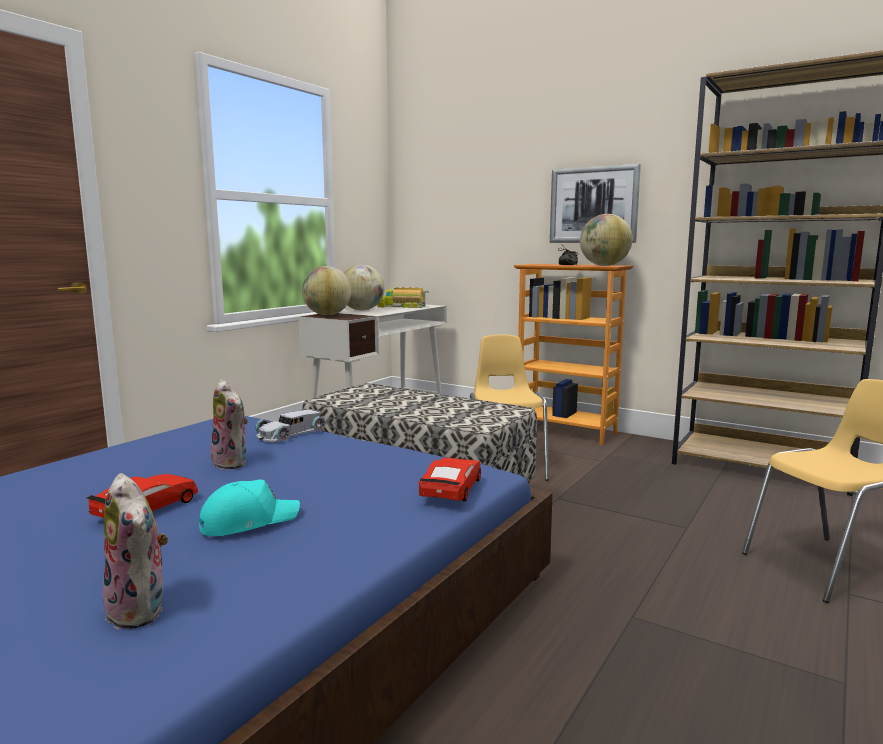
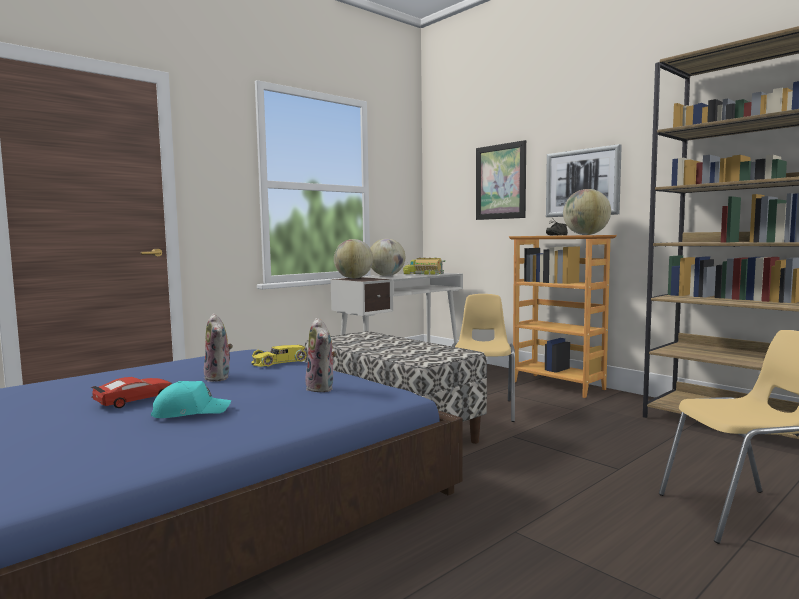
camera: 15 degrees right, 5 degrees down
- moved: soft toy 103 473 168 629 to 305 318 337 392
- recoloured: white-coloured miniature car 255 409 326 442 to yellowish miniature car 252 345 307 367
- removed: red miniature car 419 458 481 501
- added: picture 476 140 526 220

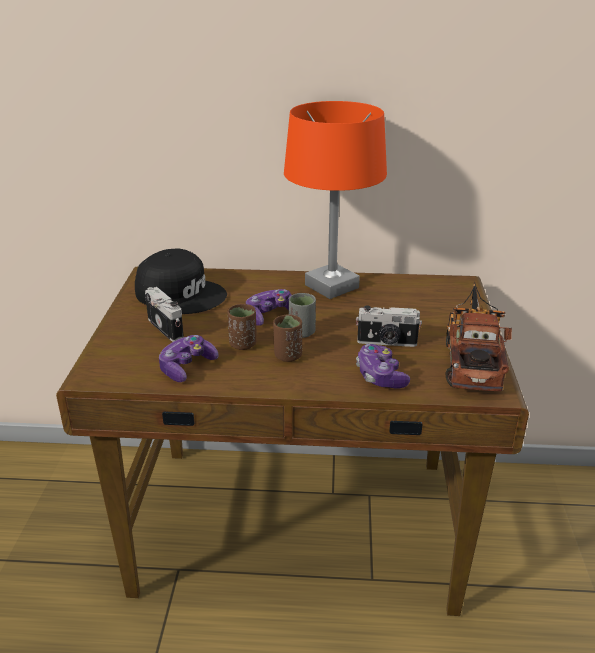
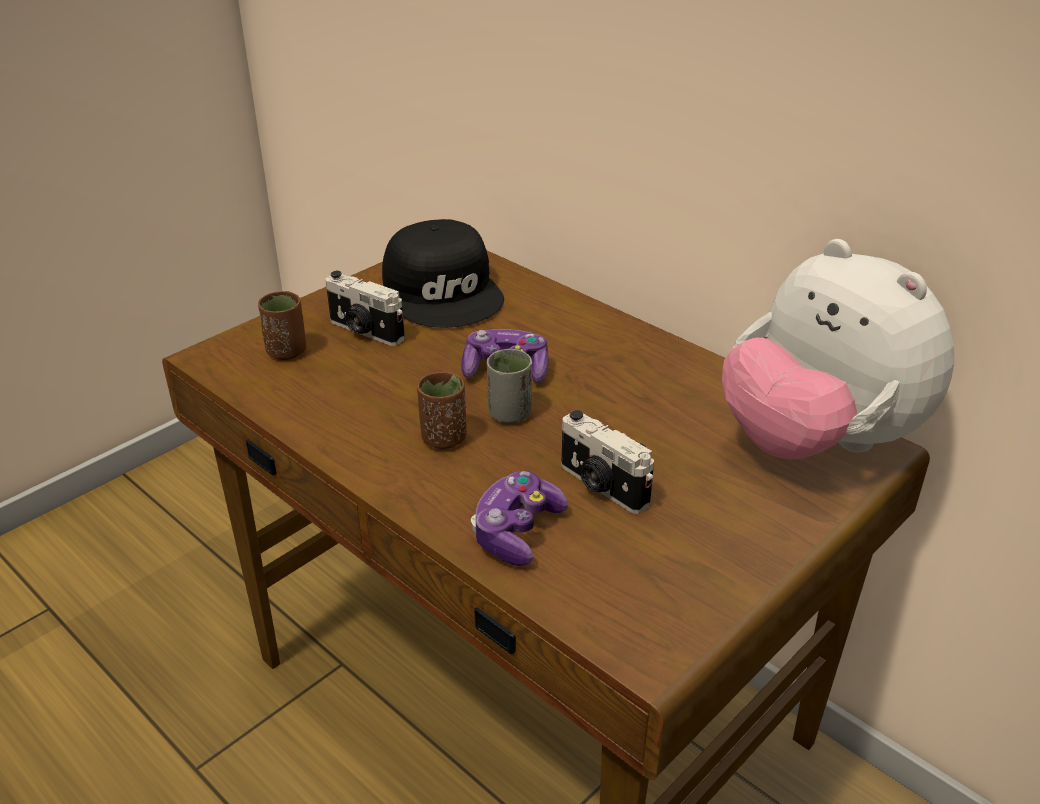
camera: 40 degrees right, 5 degrees up
- turned: still camera 145 287 184 342 = 325 271 405 346 120 degrees clockwise
- removed: gamepad 159 335 218 382
- moved: brown small cup 228 304 256 350 to 258 291 306 360
- removed: orangey lamp for a table 284 101 387 299
- removed: model truck 446 282 512 391
- added: soft toy 722 239 954 459

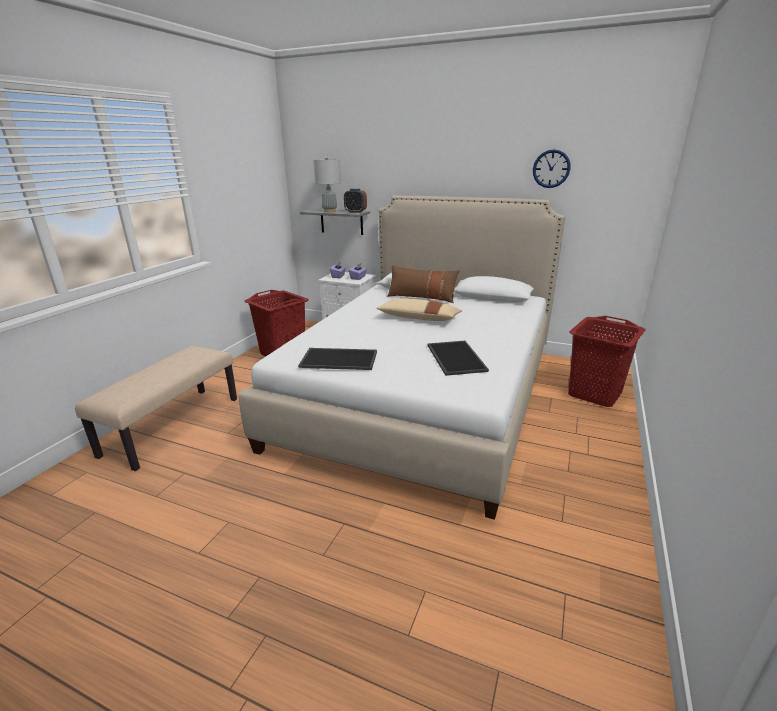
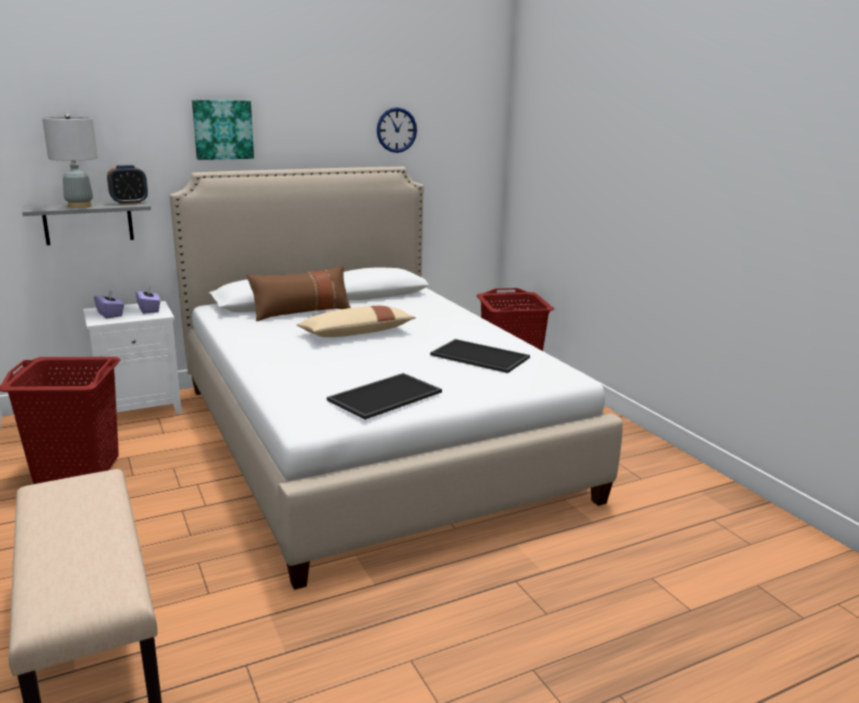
camera: 50 degrees left, 5 degrees down
- added: picture 192 100 254 160

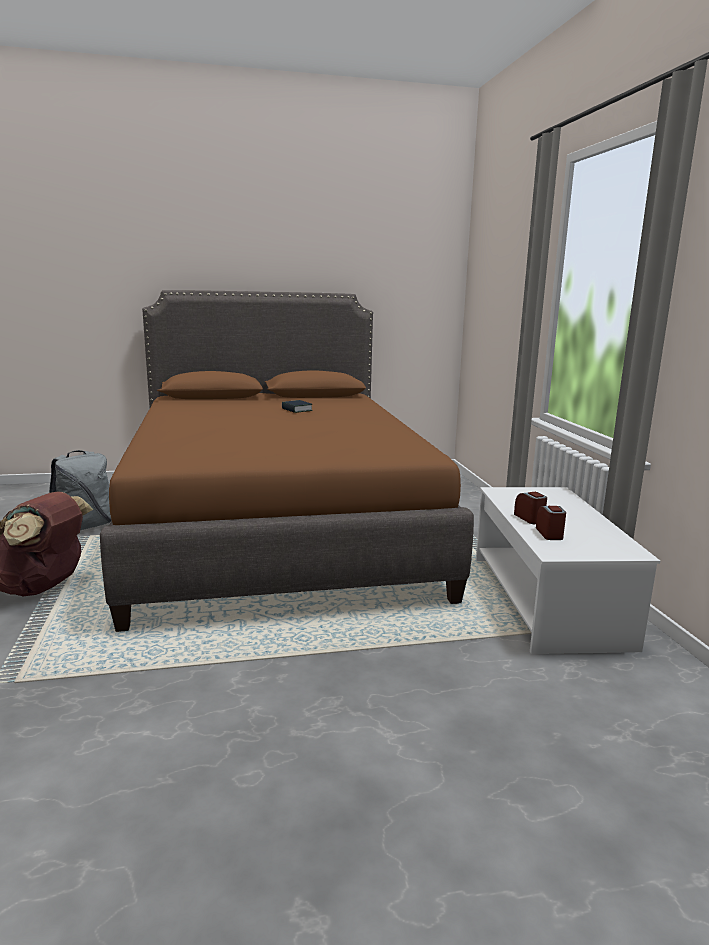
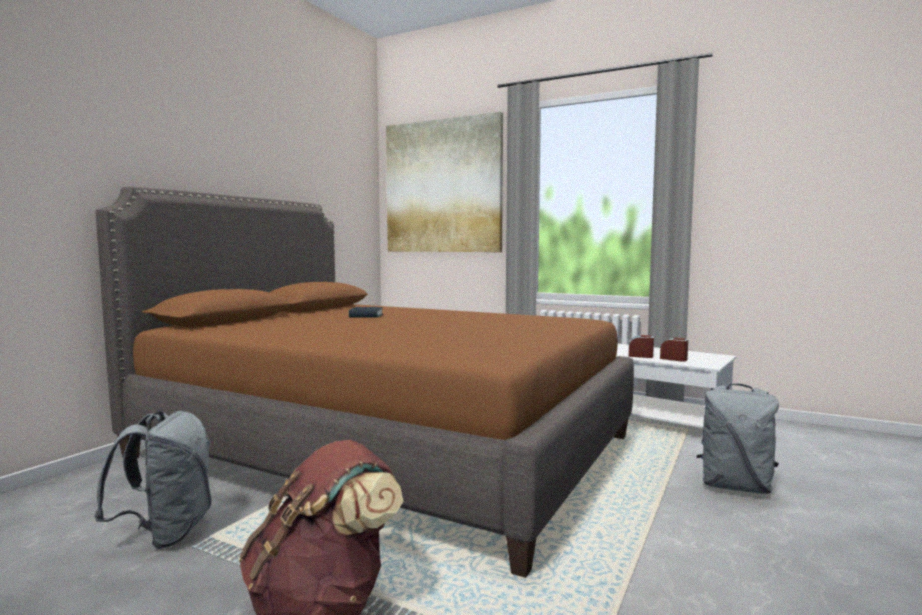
camera: 50 degrees left, 10 degrees down
- added: picture 386 112 503 252
- added: greyish rucksack 697 384 779 494

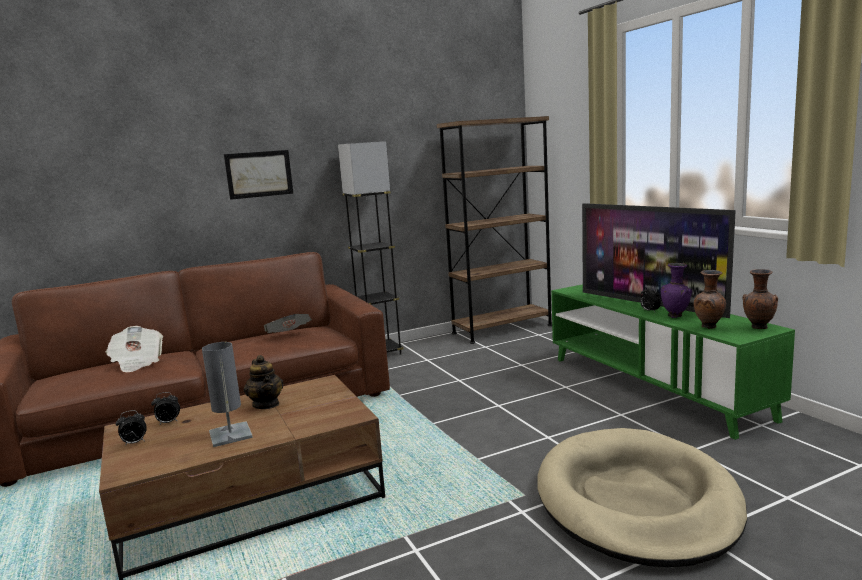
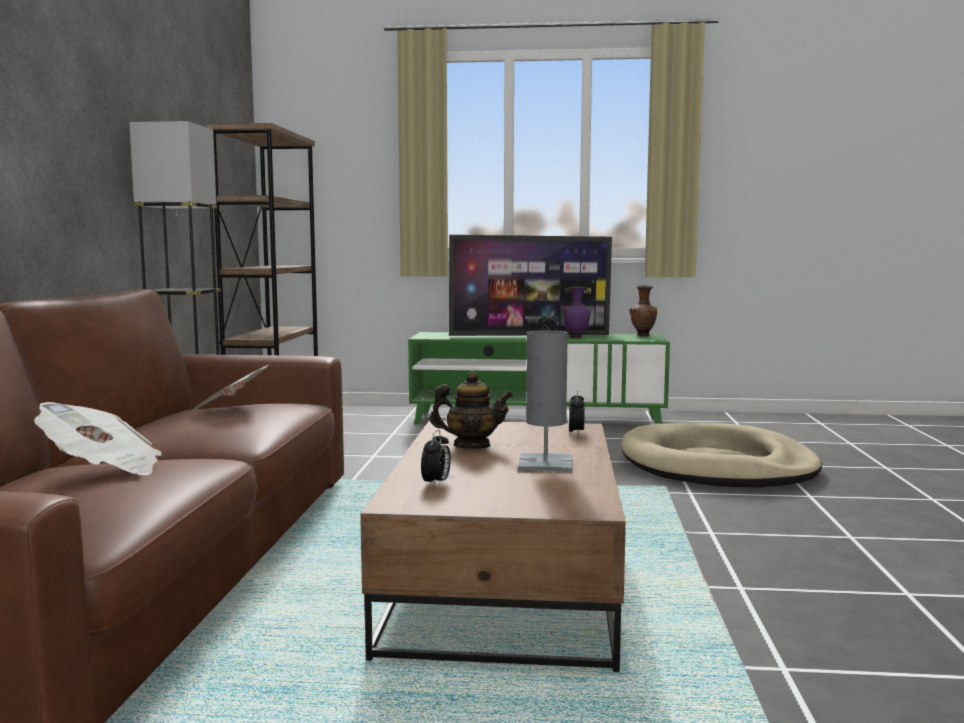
camera: 60 degrees left, 5 degrees down
- moved: bedside clock 116 410 147 446 to 569 390 585 433
- removed: picture 224 150 293 200
- removed: brown decorative vase 694 270 726 329

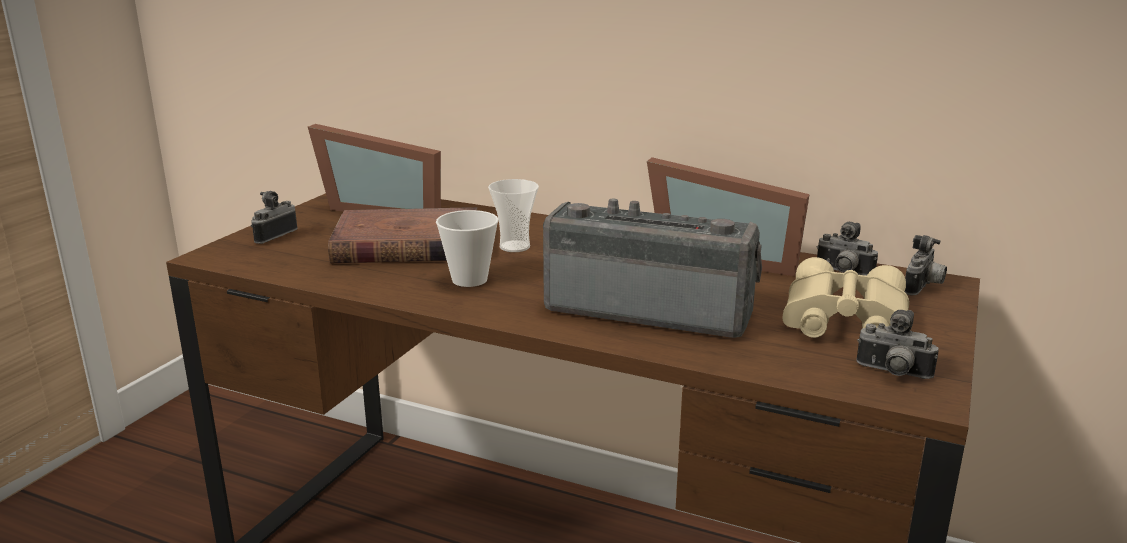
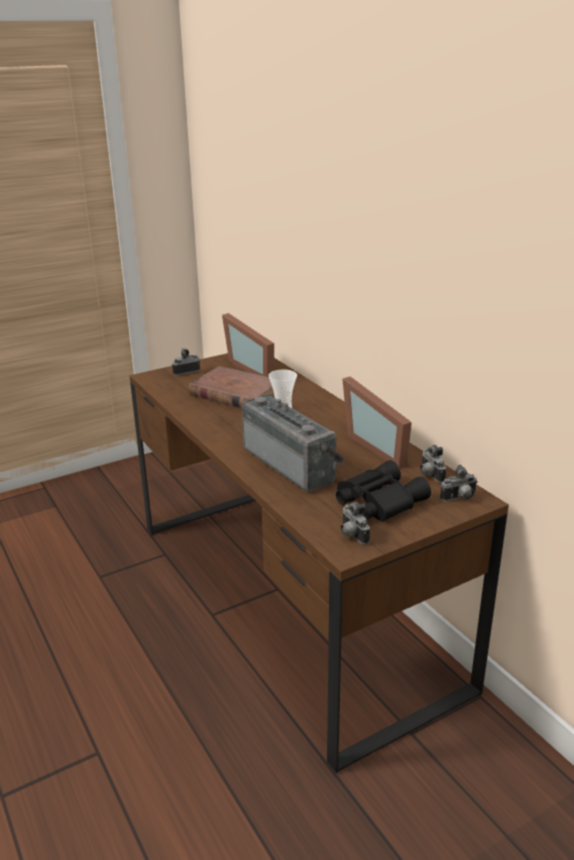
camera: 35 degrees right, 5 degrees up
- removed: small cup 436 210 499 287
- recoloured: sand-coloured field glasses 783 257 909 338 to black-coloured field glasses 336 460 431 522

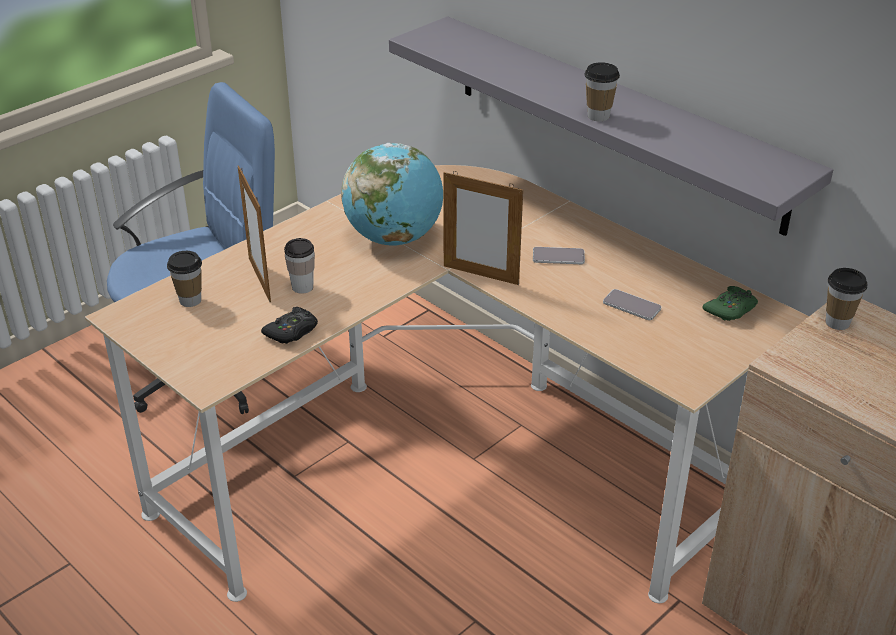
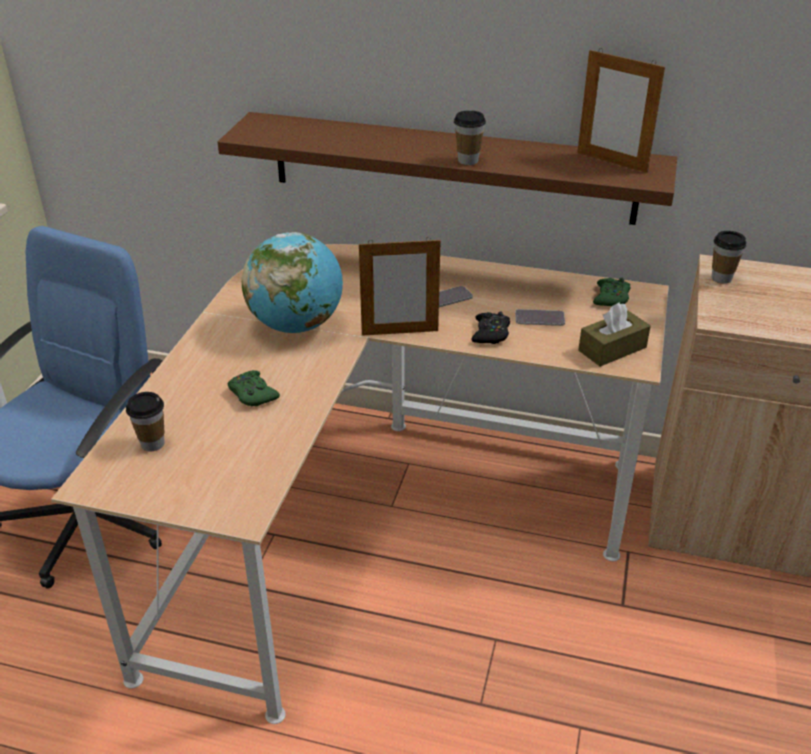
camera: 30 degrees left, 0 degrees up
- moved: photo frame 238 166 271 302 to 577 48 665 173
- moved: black-coloured gamepad 261 307 318 344 to 471 311 510 344
- replaced: small cup 284 238 315 294 to green-coloured gamepad 228 370 280 406
- recoloured: greyish shelf 389 16 833 236 to brown shelf 218 112 677 225
- added: brown tissue holder 578 302 651 367

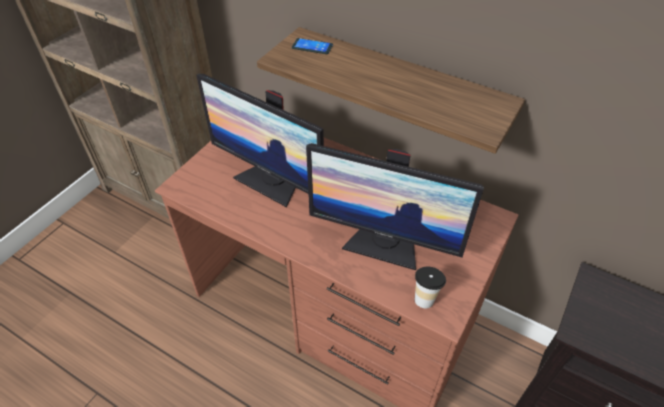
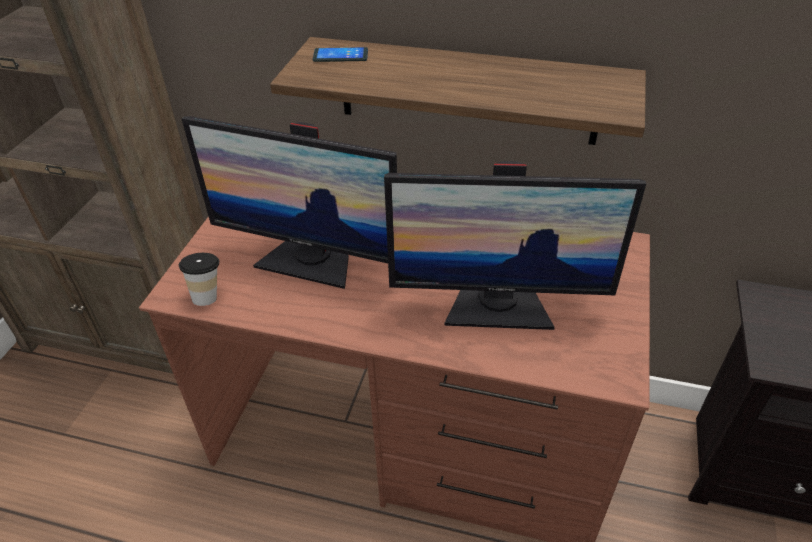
camera: 15 degrees left, 5 degrees down
- moved: small cup 415 266 446 308 to 179 253 219 306

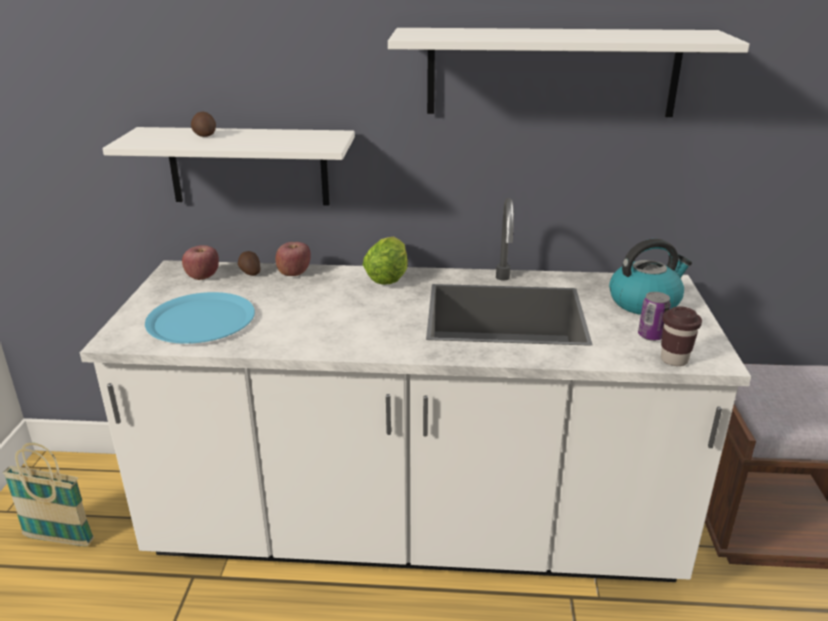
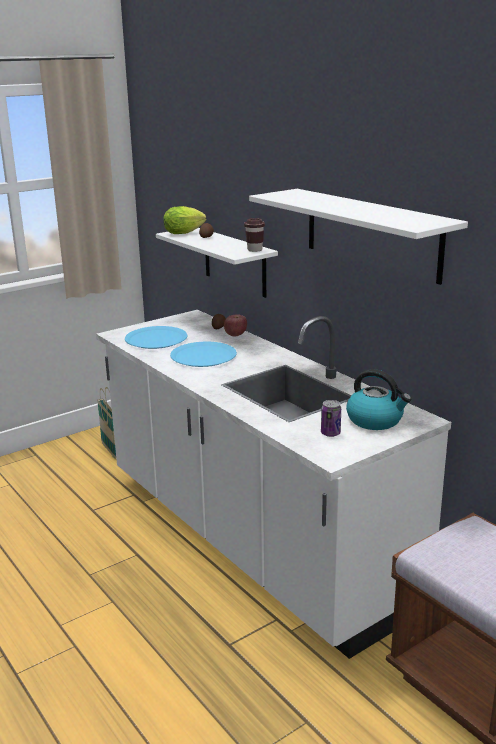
camera: 50 degrees right, 5 degrees down
- removed: apple 182 245 219 280
- moved: lettuce head 363 236 407 285 to 163 206 206 234
- moved: brown small cup 661 306 702 366 to 244 218 265 252
- added: blue-coloured plate 170 342 237 367

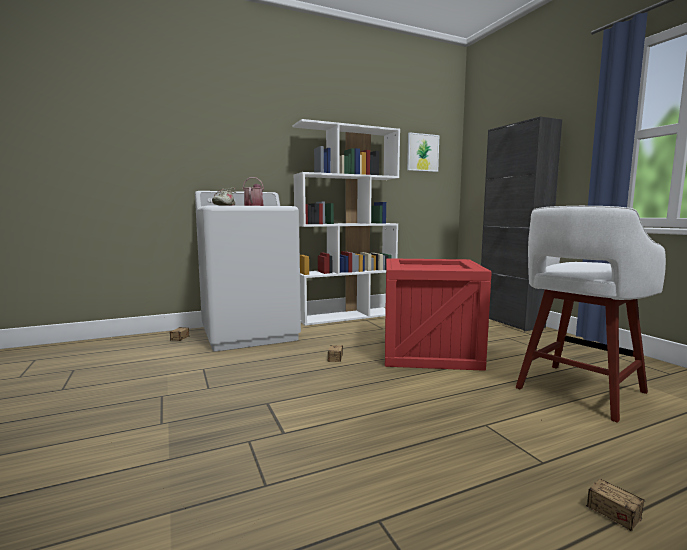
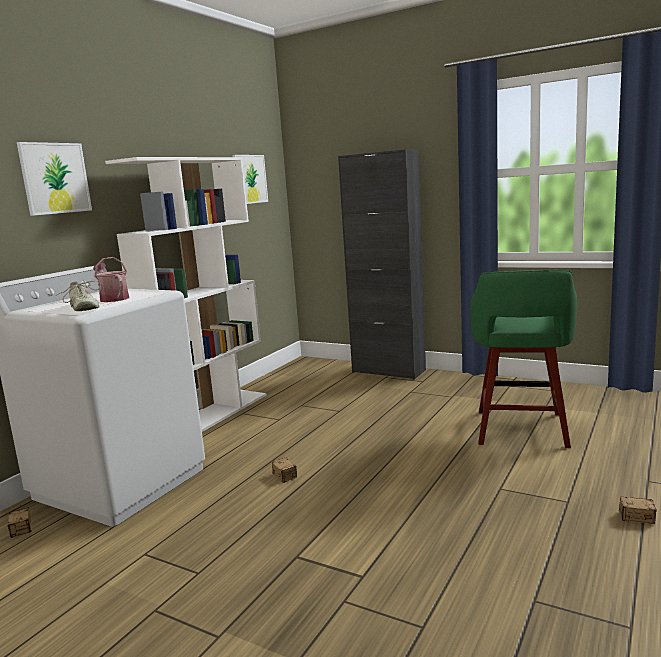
camera: 35 degrees left, 5 degrees up
- removed: shipping crate 385 258 492 371
- recoloured: white-coloured stool 515 206 666 423 to green-coloured stool 471 270 577 448
- added: picture 17 142 92 216

